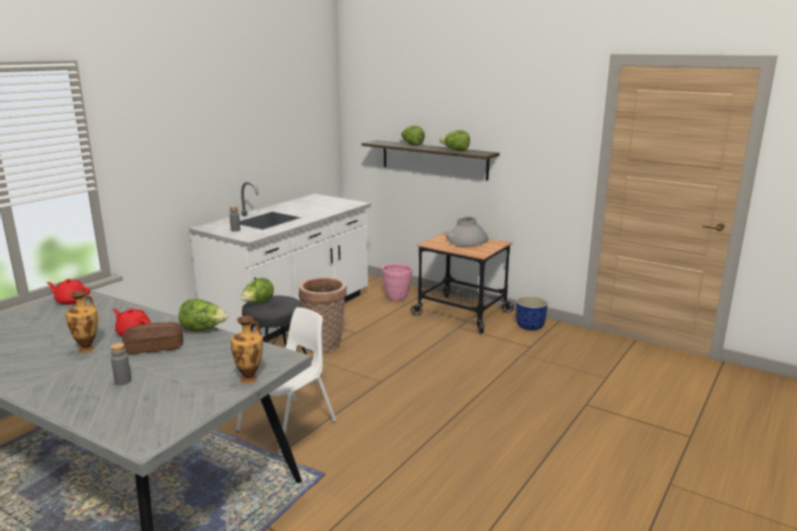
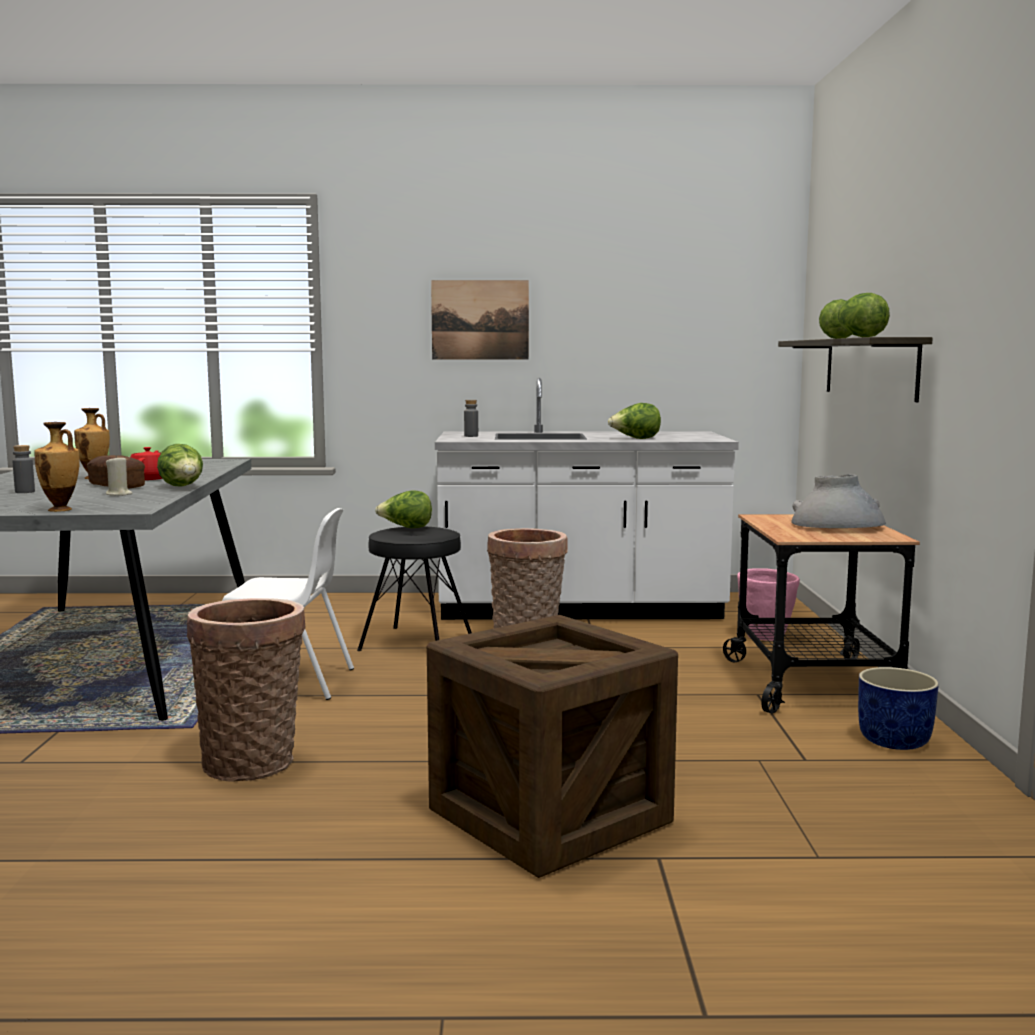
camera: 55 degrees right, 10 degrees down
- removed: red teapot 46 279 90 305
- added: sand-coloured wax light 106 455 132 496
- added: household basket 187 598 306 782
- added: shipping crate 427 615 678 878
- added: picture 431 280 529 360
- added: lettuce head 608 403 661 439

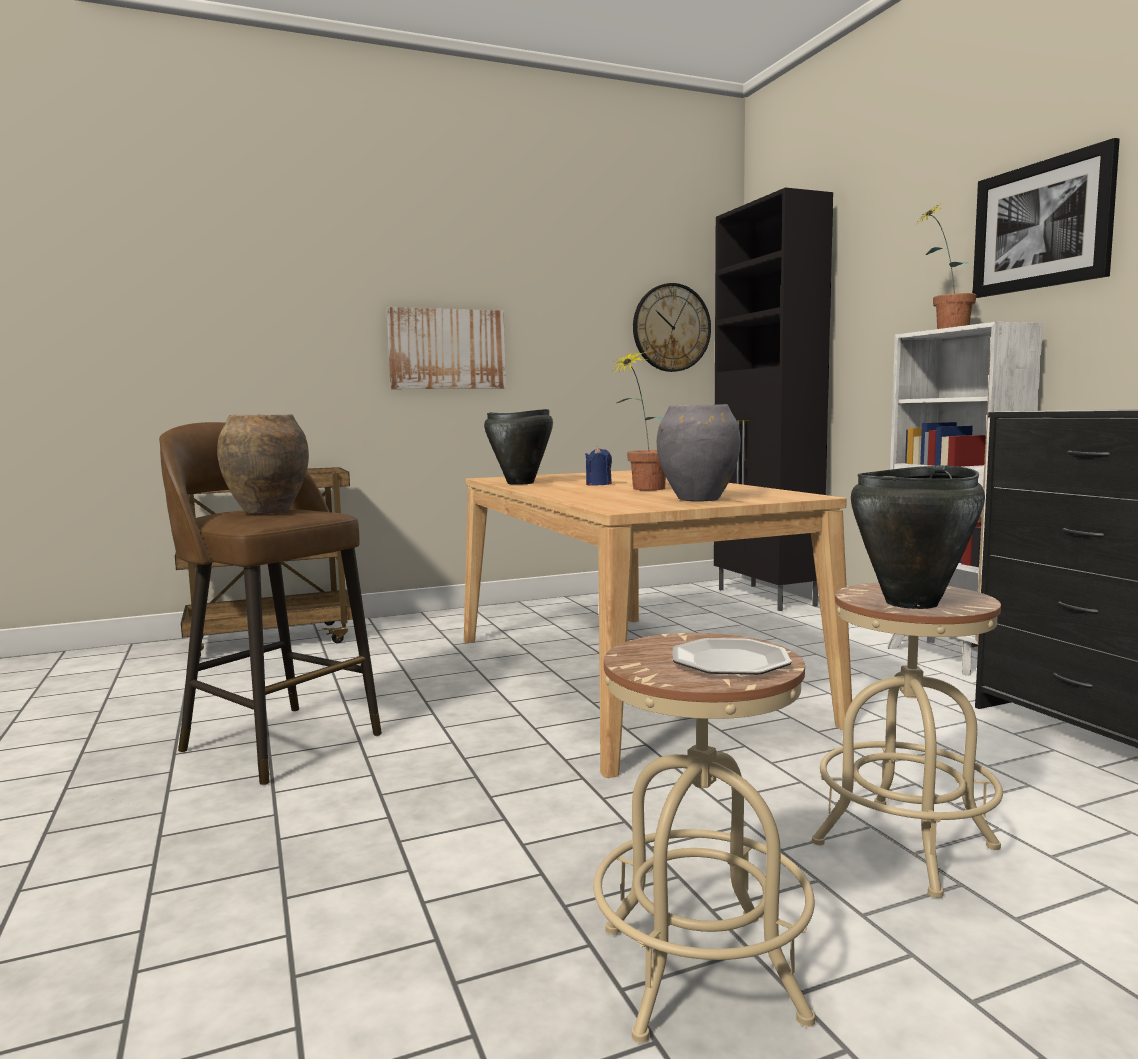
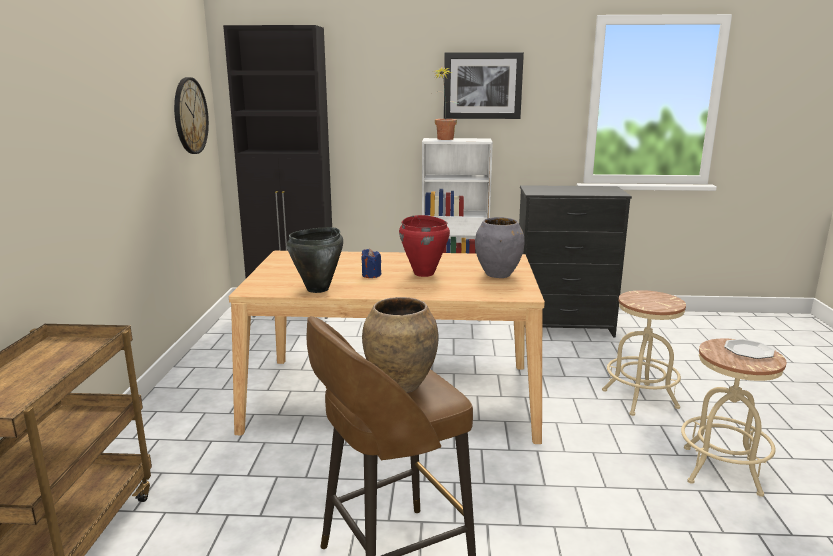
camera: 65 degrees left, 10 degrees up
- removed: picture 386 307 506 389
- replaced: houseplant 613 350 666 490 to red cooking pot 399 215 450 277
- removed: black-coloured cooking pot 851 465 985 609

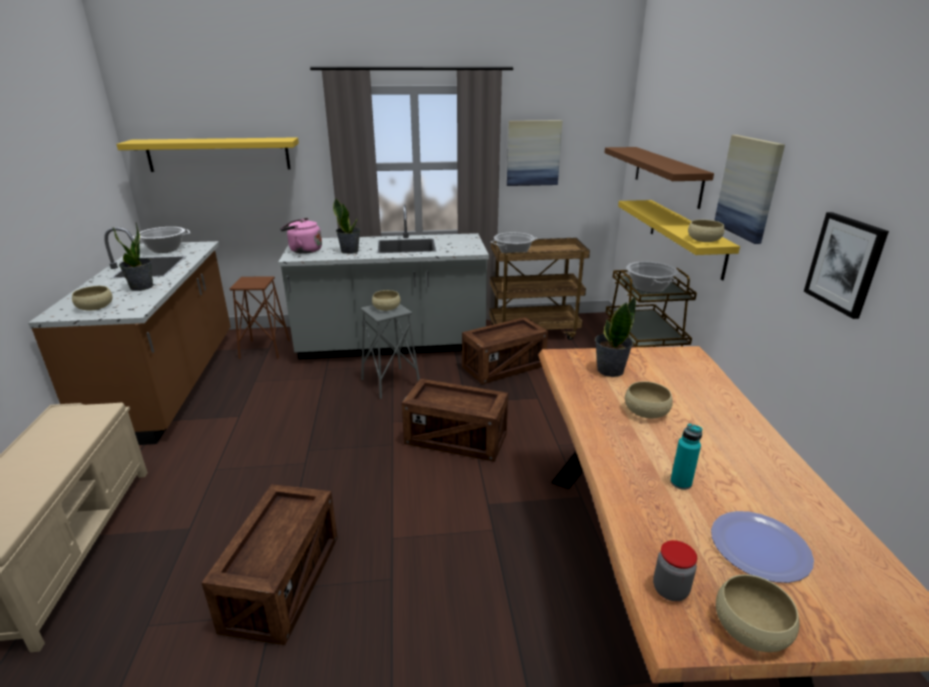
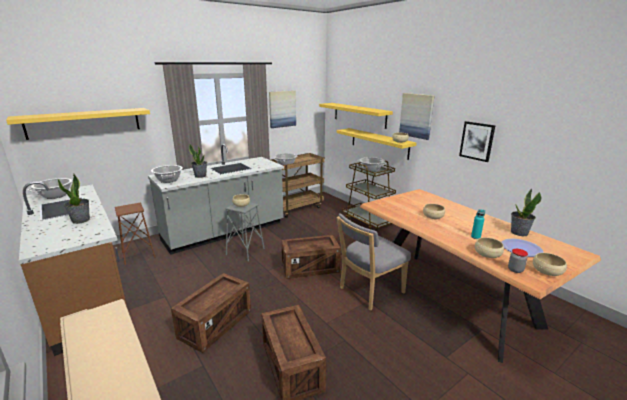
camera: 30 degrees left, 5 degrees down
- moved: sand-coloured deep dish 72 286 112 311 to 475 237 504 258
- replaced: pinkish kettle 280 218 322 254 to cooking pot 151 165 183 183
- moved: shipping crate 462 317 548 385 to 171 273 251 353
- moved: houseplant 595 297 636 377 to 511 188 541 236
- recoloured: brown shelf 605 147 714 209 to yellowish shelf 319 103 393 129
- added: greyish upright chair 337 213 411 310

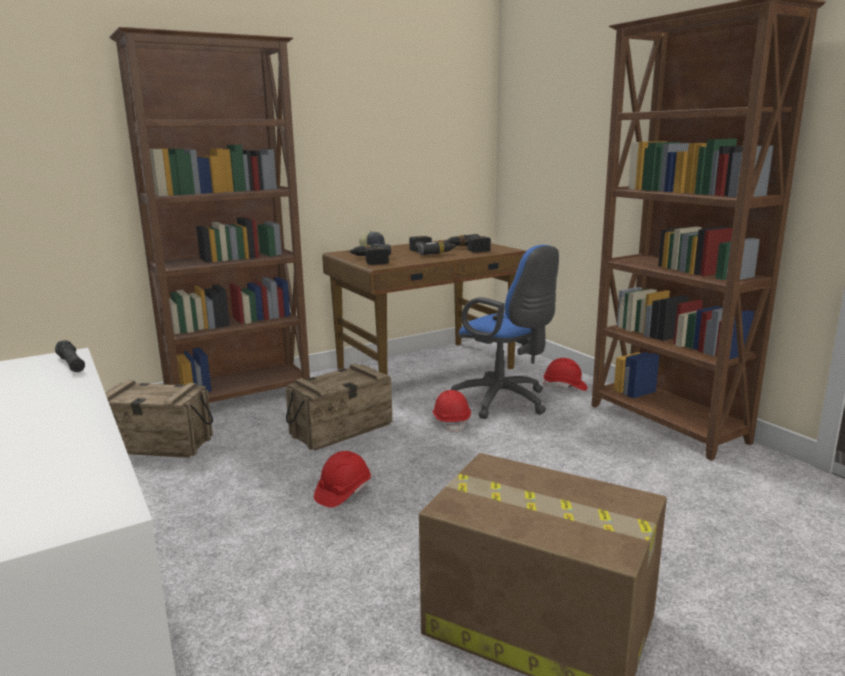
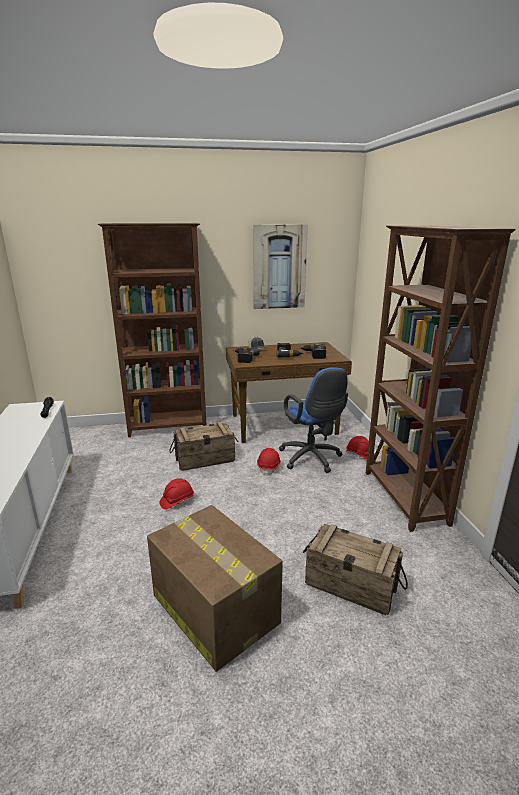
camera: 20 degrees right, 5 degrees up
- moved: shipping crate 105 380 213 458 to 303 524 408 615
- added: picture 253 224 308 309

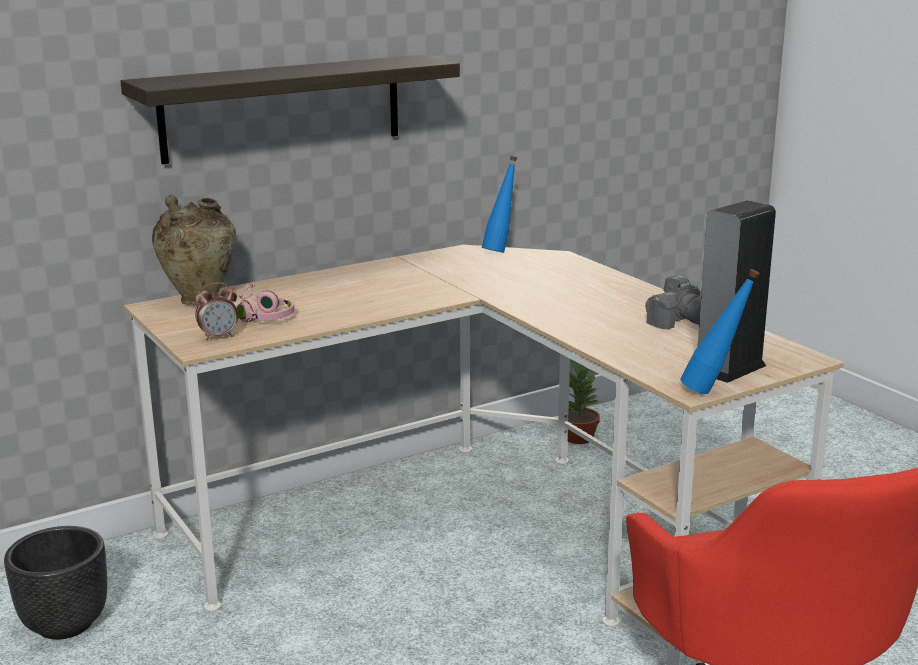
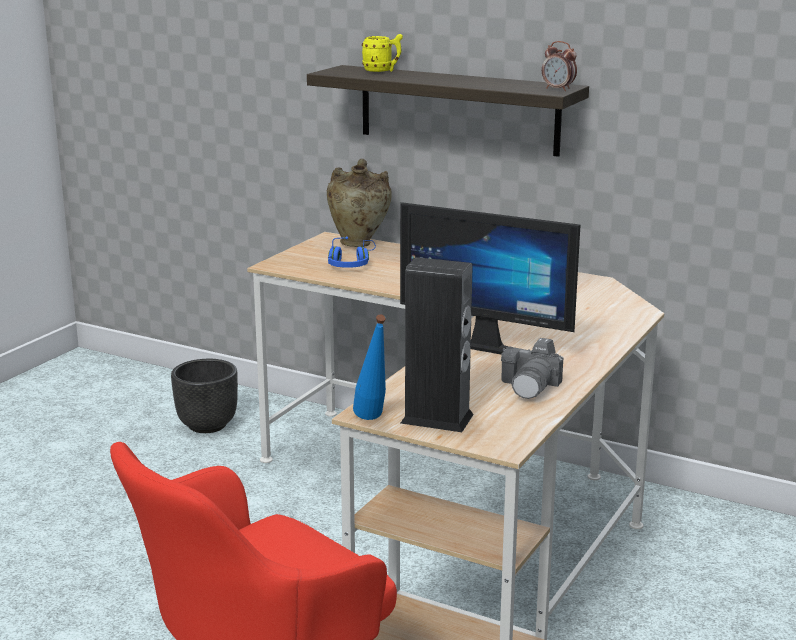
camera: 60 degrees right, 0 degrees up
- moved: bedside clock 195 282 238 340 to 542 41 577 91
- recoloured: pinkish headphones 237 284 295 322 to blue-coloured headphones 328 237 376 268
- removed: blue-coloured bottle 482 156 517 253
- removed: houseplant 568 359 602 444
- added: yellowish coffee mug 362 34 403 72
- added: monitor 400 202 580 354

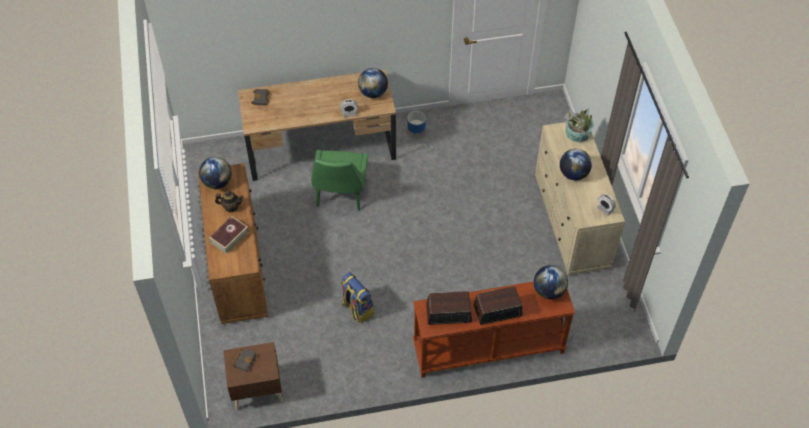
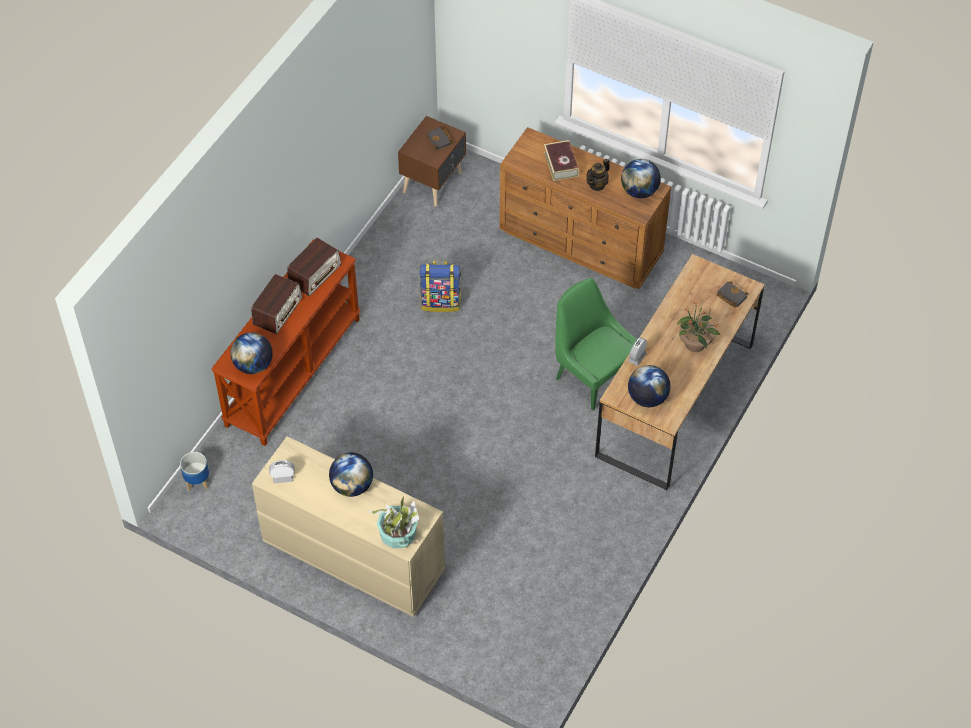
camera: 130 degrees right, 0 degrees up
- moved: planter 407 111 426 141 to 180 452 209 491
- added: houseplant 677 300 721 352

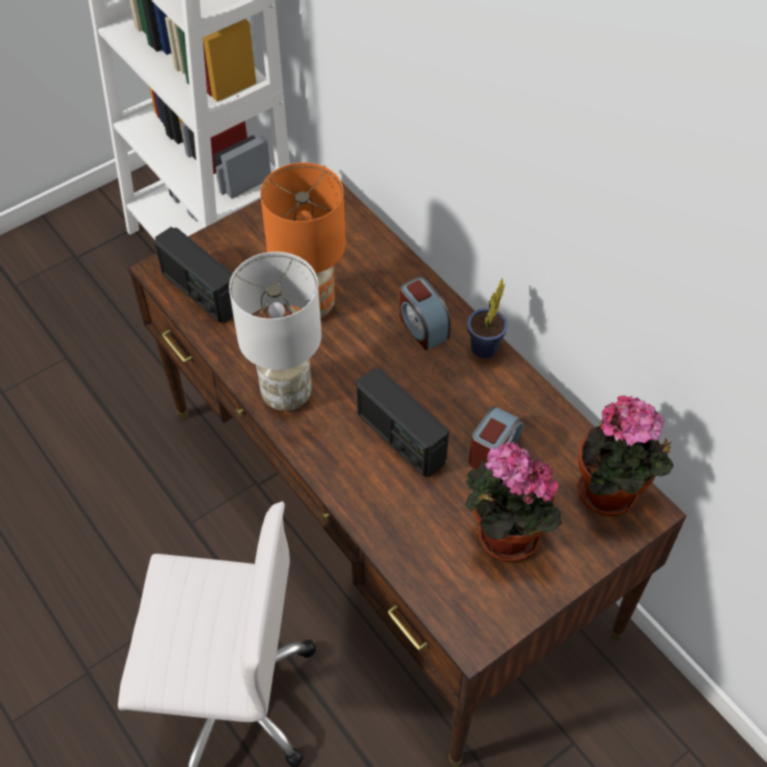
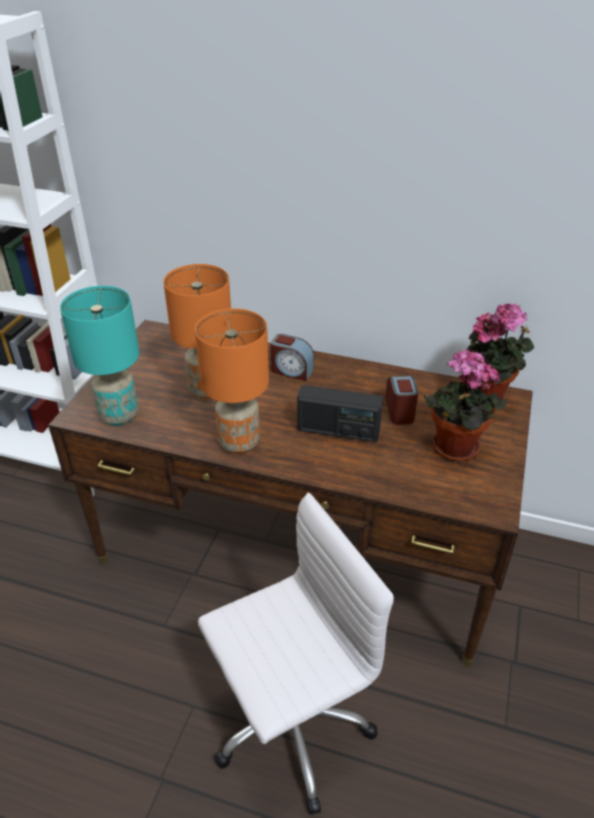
camera: 35 degrees left, 15 degrees down
- replaced: radio receiver 155 227 234 323 to turquoise-coloured lamp for a table 60 286 140 426
- recoloured: white-coloured lamp for a table 229 252 322 411 to orangey lamp for a table 195 309 269 454
- removed: houseplant 467 279 508 359

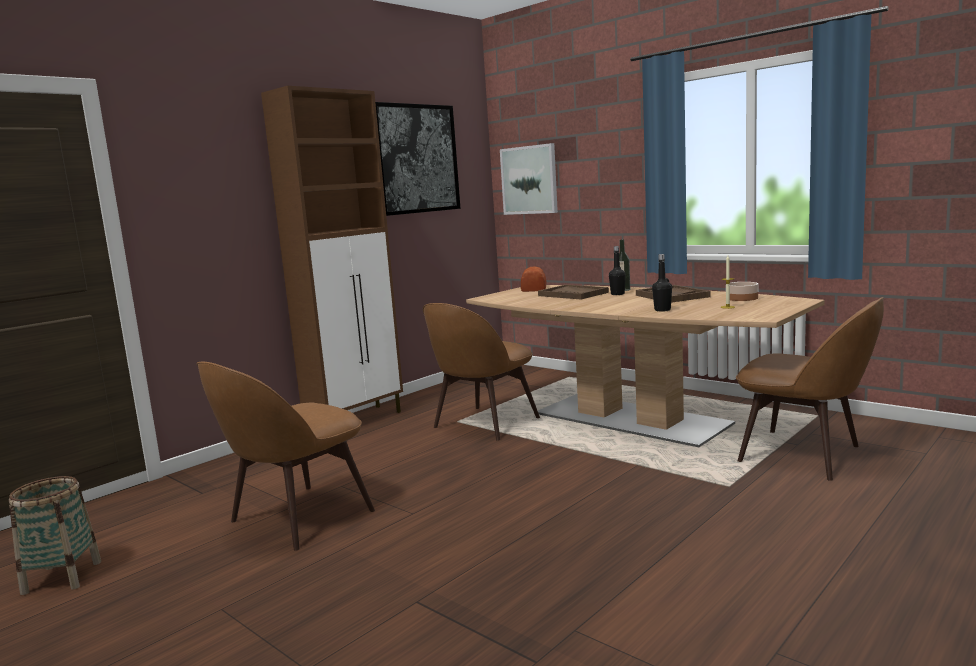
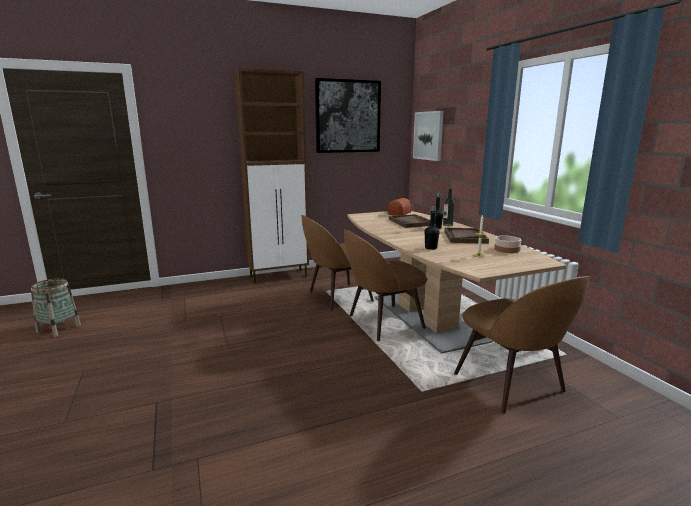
camera: 25 degrees right, 5 degrees up
- moved: brown upright chair 196 362 375 551 to 343 230 427 341

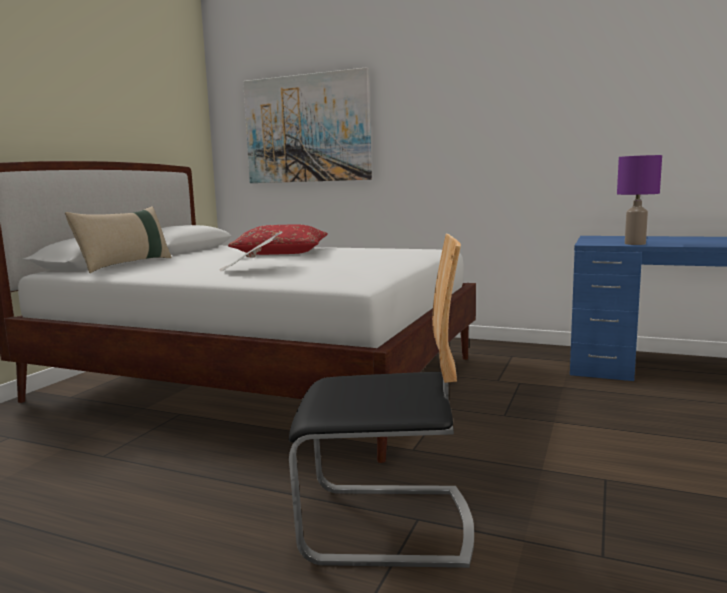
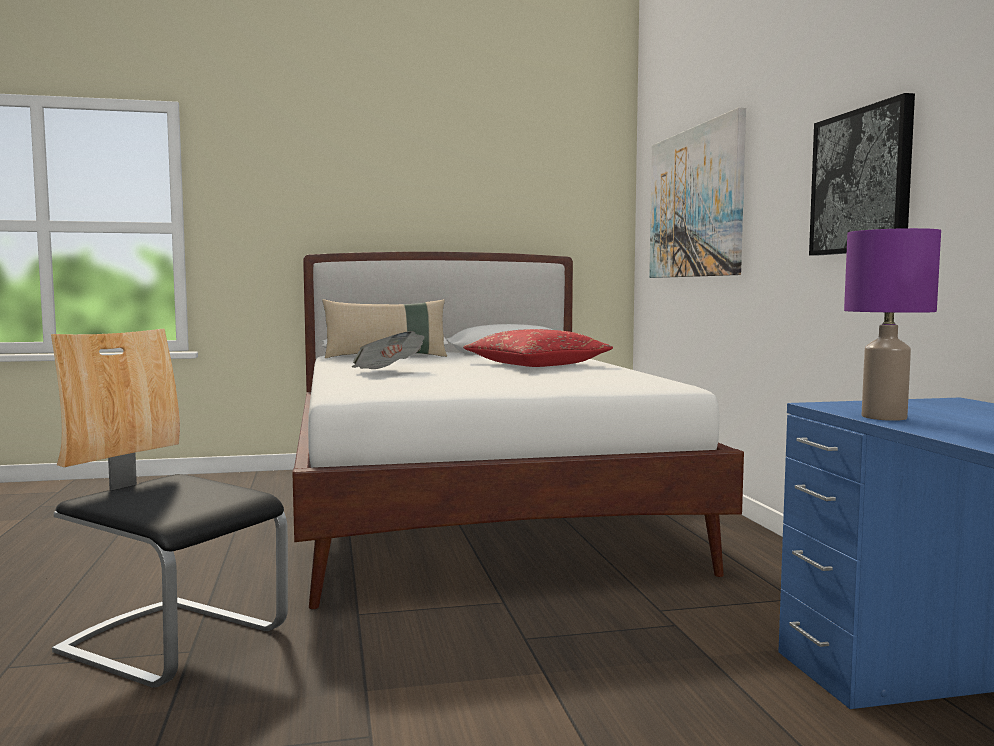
camera: 55 degrees right, 5 degrees down
- turned: upright chair 289 234 474 568 = 51 328 288 688 150 degrees clockwise
- added: picture 809 93 915 256

